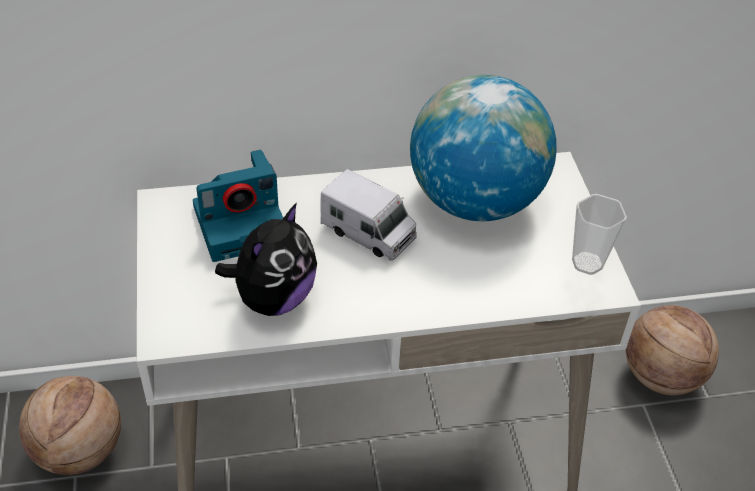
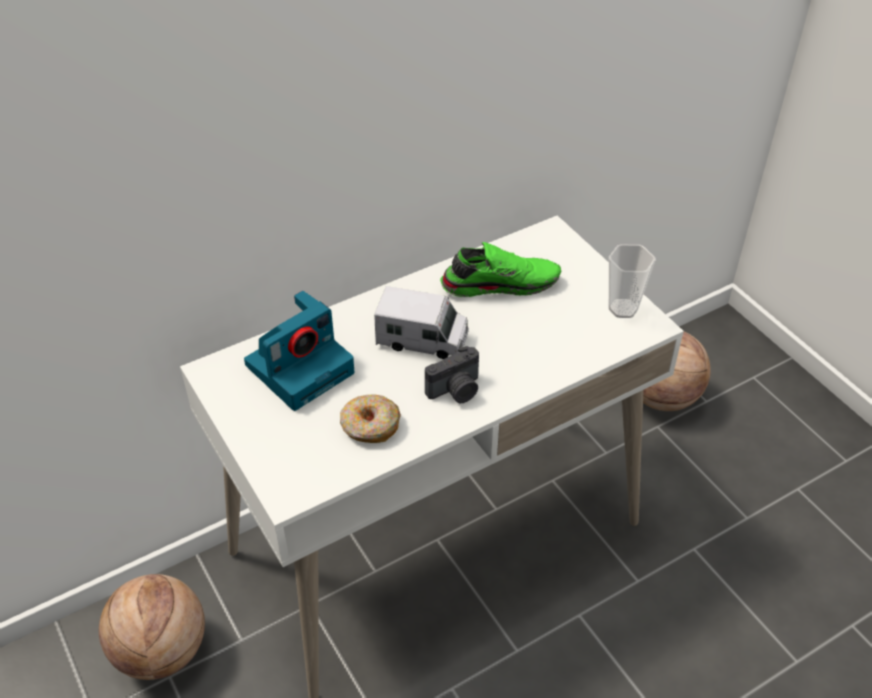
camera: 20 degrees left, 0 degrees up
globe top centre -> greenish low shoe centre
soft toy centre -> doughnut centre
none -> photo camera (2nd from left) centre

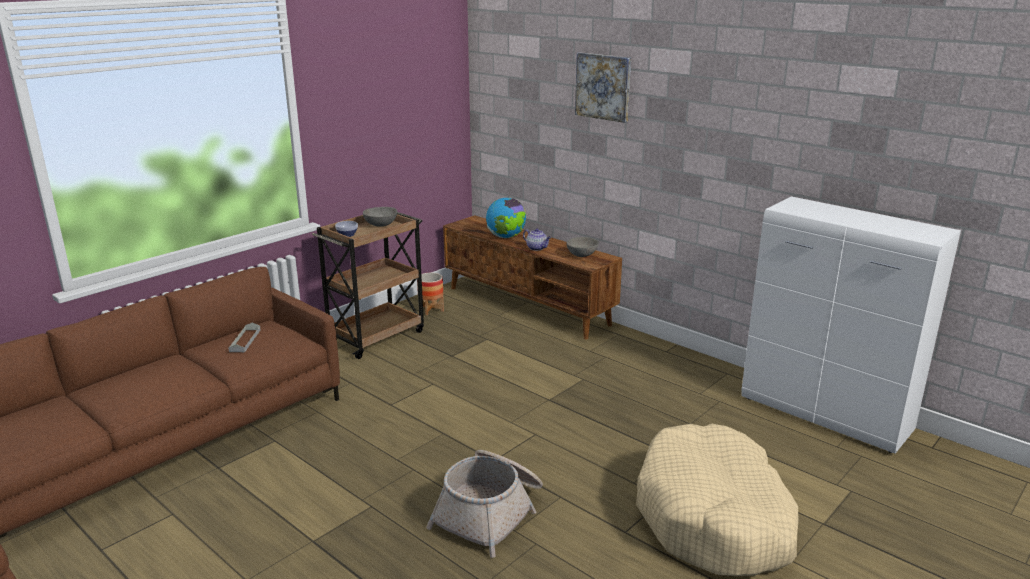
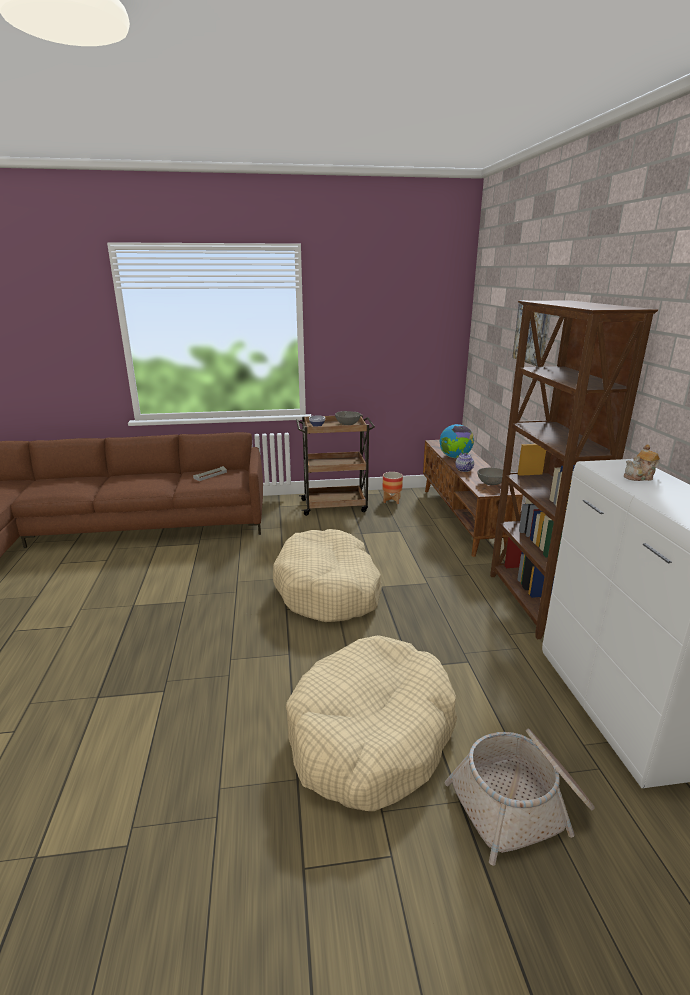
camera: 40 degrees right, 0 degrees up
basket bottom centre -> basket bottom right, moved
none -> brownish shelving unit middle right
none -> tea pot (2nd from left) middle right
none -> beige-coloured dog bed (1st from left) centre

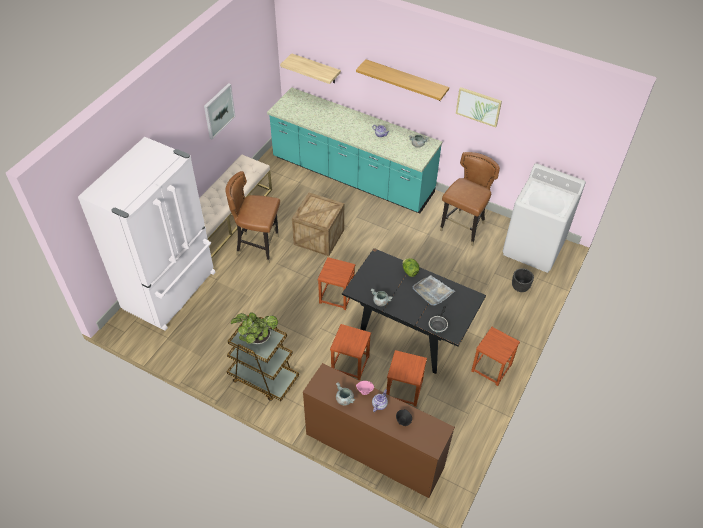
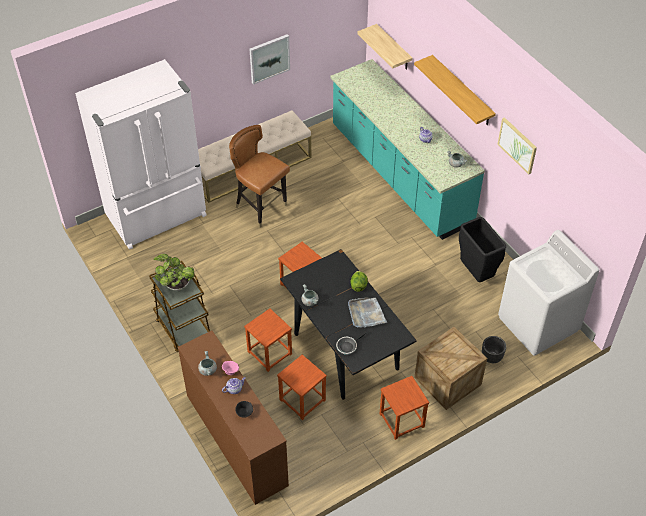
camera: 30 degrees right, 0 degrees up
brownish chair (2nd from left) middle right -> blackish trash can middle right
crate centre -> crate bottom right, moved

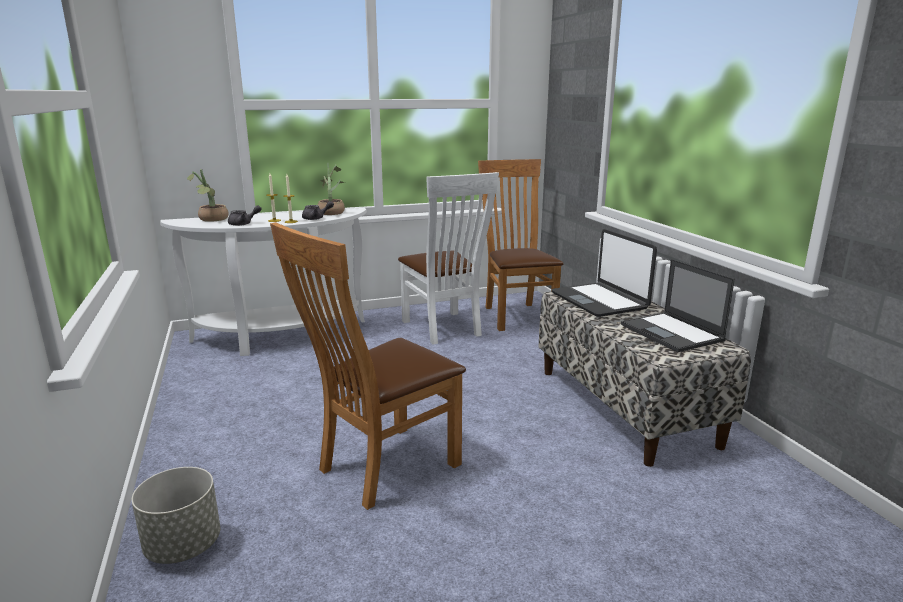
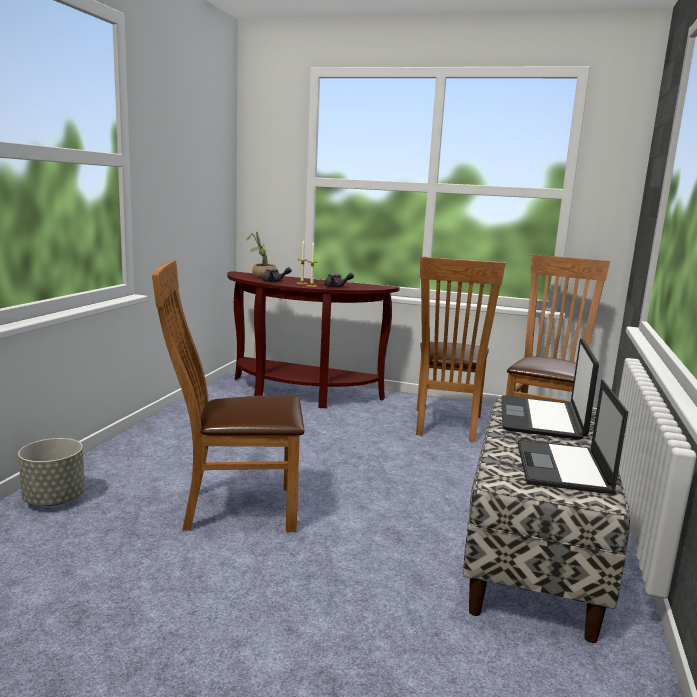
camera: 35 degrees right, 5 degrees down
houseplant (2nd from left) top centre -> none
white-coloured chair centre -> brownish chair (2nd from left) centre
white-coloured hall table middle left -> brownish hall table centre

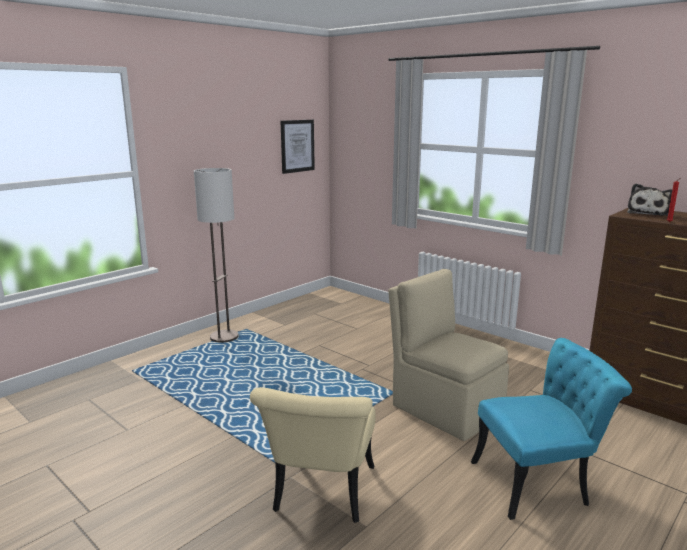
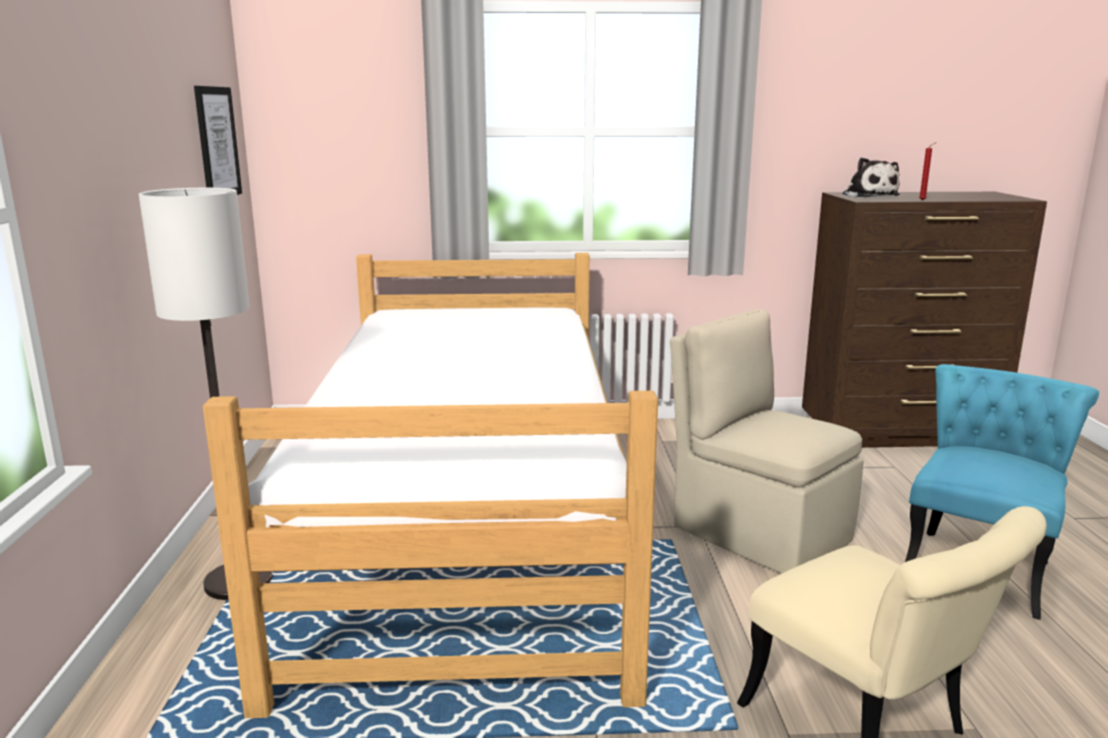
camera: 45 degrees left, 0 degrees up
beige-coloured chair (2nd from left in the first image) centre -> beige-coloured chair (1st from left) middle right, 45 degrees clockwise
none -> bedroom bed centre

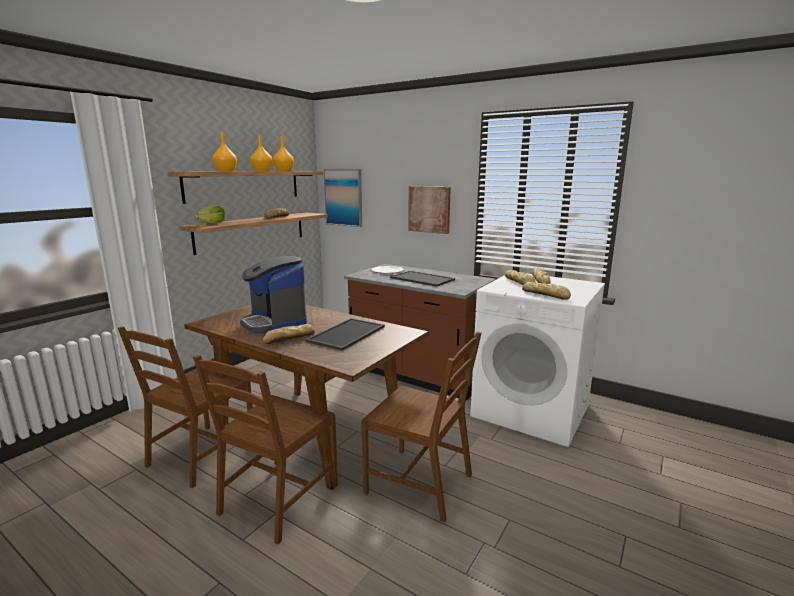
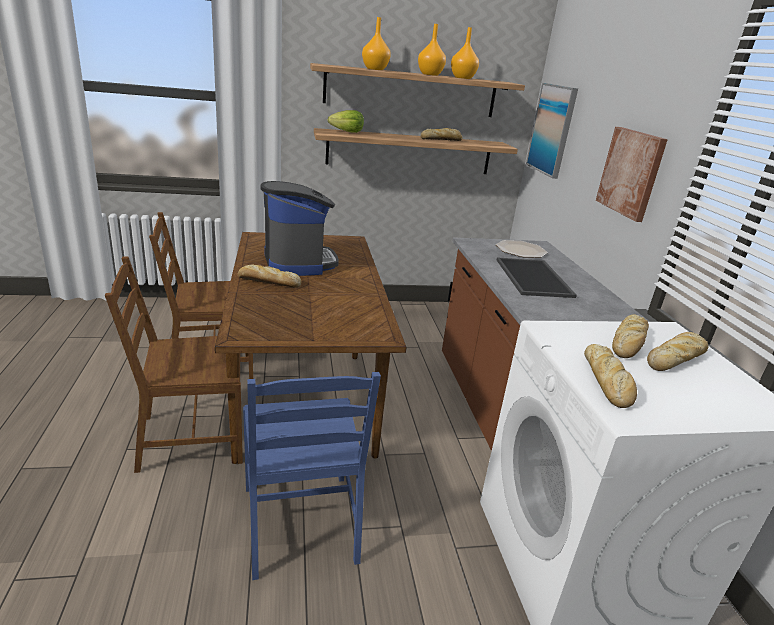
camera: 45 degrees right, 10 degrees up
coffee machine centre, 150 degrees clockwise
serving tray (1st from left) centre -> none
brownish chair (3rd from left) bottom centre -> blue chair bottom centre

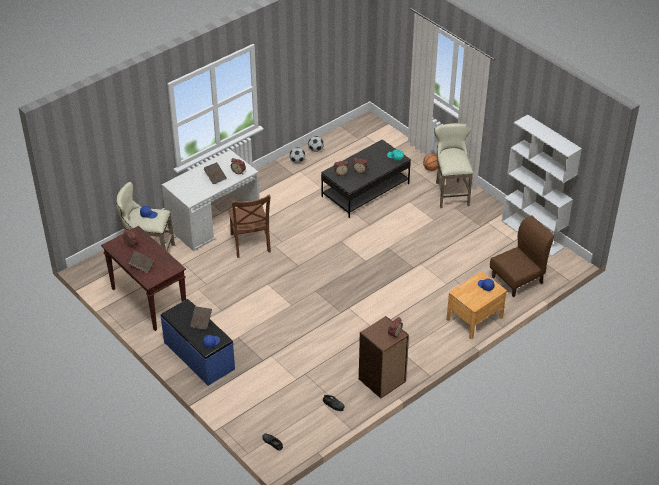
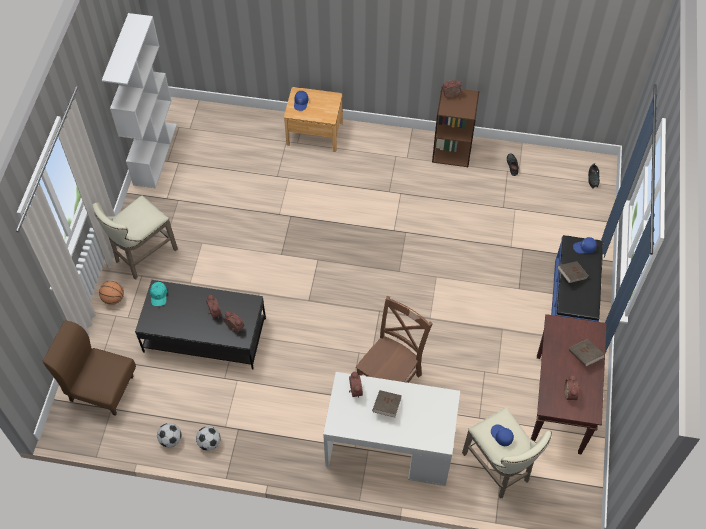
camera: 130 degrees left, 15 degrees up
brownish chair (2nd from left in the first image) middle right -> brownish chair (1st from left) bottom left, moved

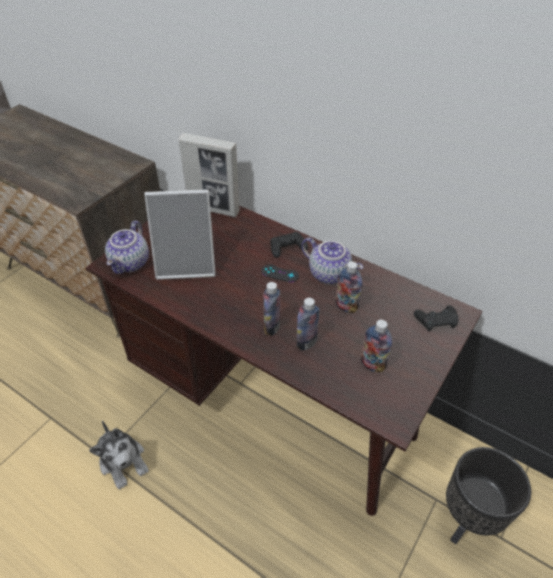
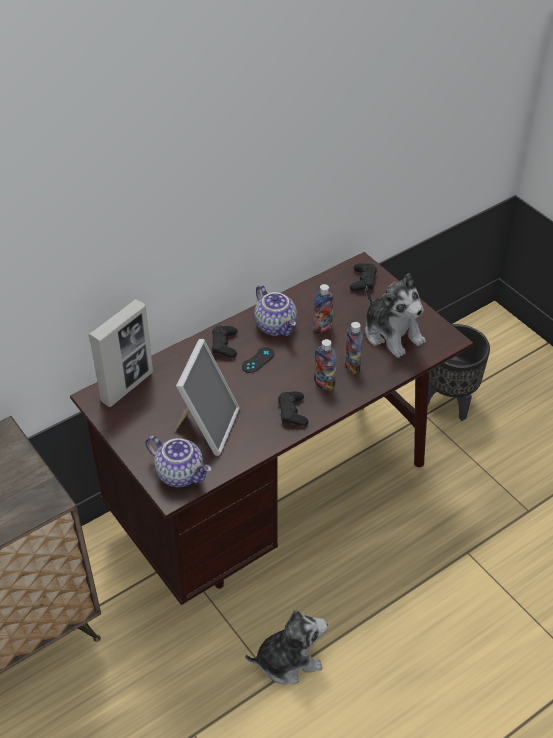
camera: 70 degrees left, 0 degrees up
tea pot (2nd from left) centre, 90 degrees clockwise
beverage bottle (4th from left) middle right -> soft toy (2nd from left) middle right
none -> blackish game controller (3rd from left) centre

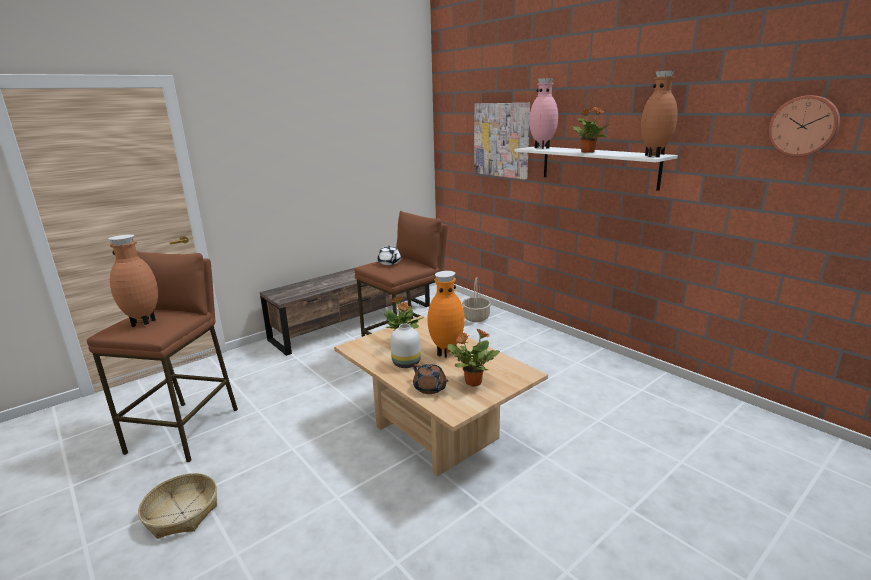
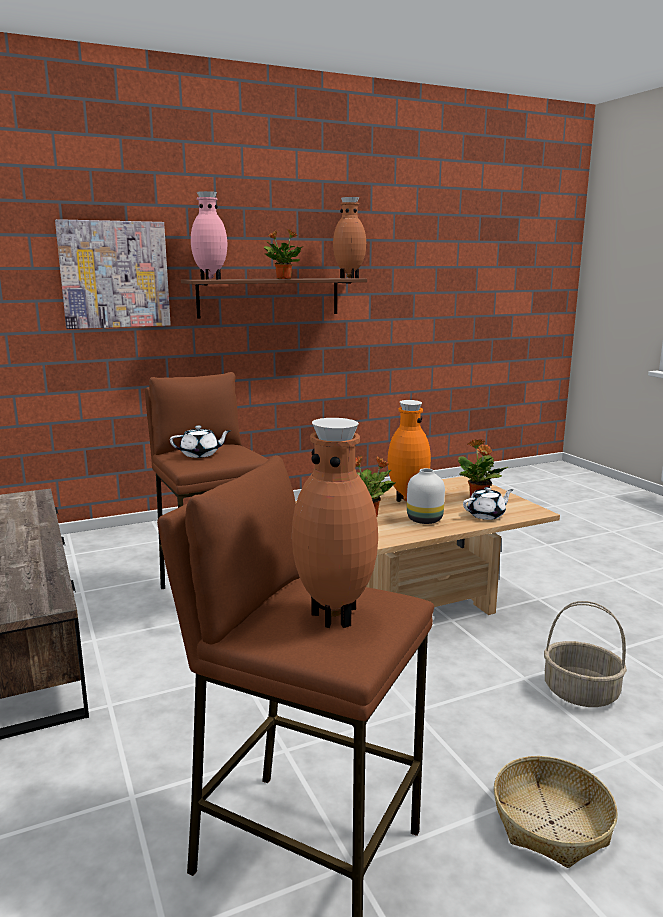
camera: 75 degrees left, 5 degrees down
clock on the wall top right -> none
white-coloured shelf top right -> brownish shelf top centre
basket (2nd from left) centre -> basket (2nd from left) bottom right, moved
brownish tea pot centre -> white-coloured tea pot (2nd from left) middle right

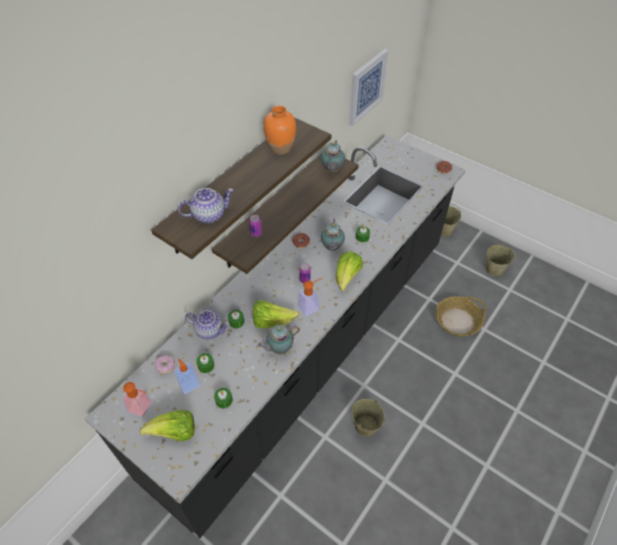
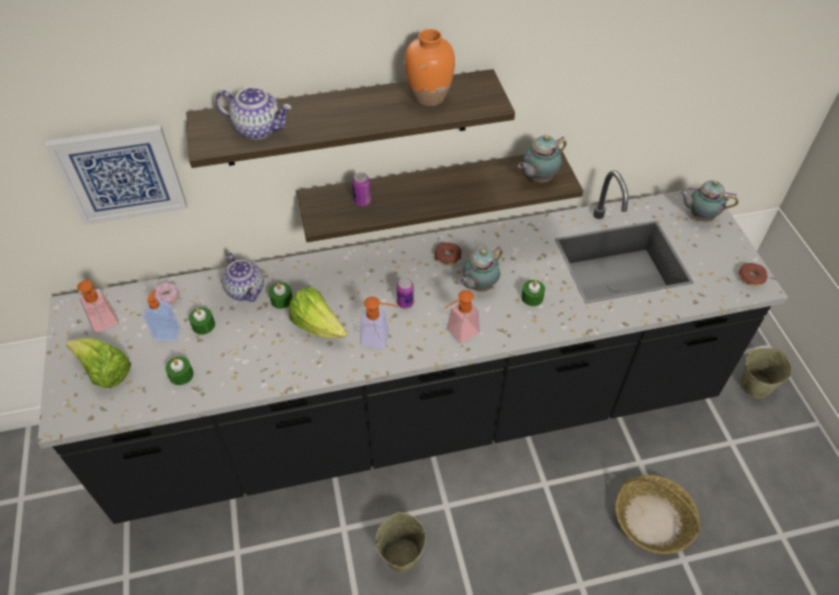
camera: 40 degrees right, 0 degrees up
wall art top centre -> wall art top left, moved
beige-coloured pail (3rd from left) middle right -> none
lettuce (3rd from left) centre -> liquid soap bottle (4th from left) centre
tea pot (3rd from left in the first image) centre -> tea pot (5th from left) middle right, moved

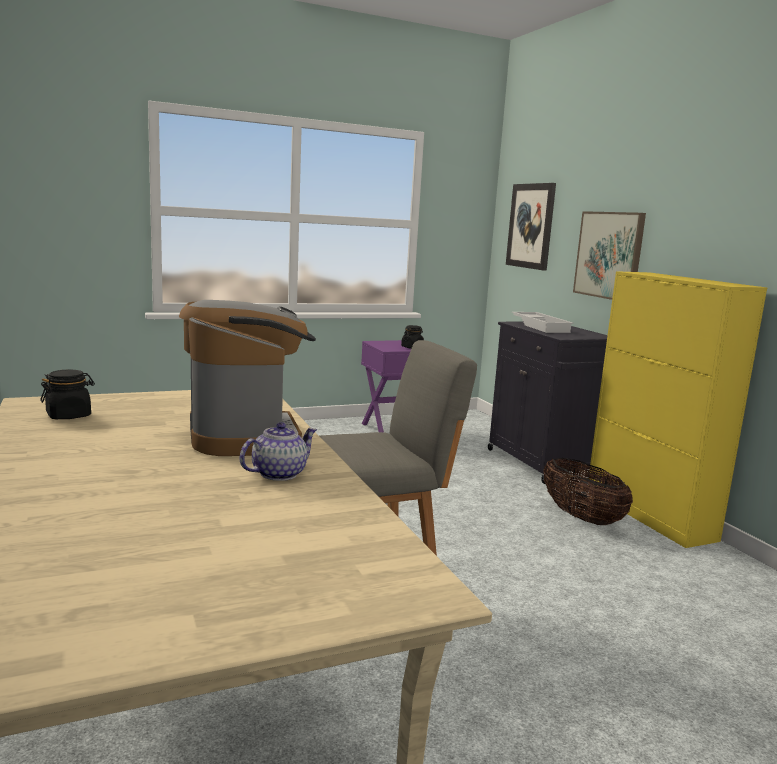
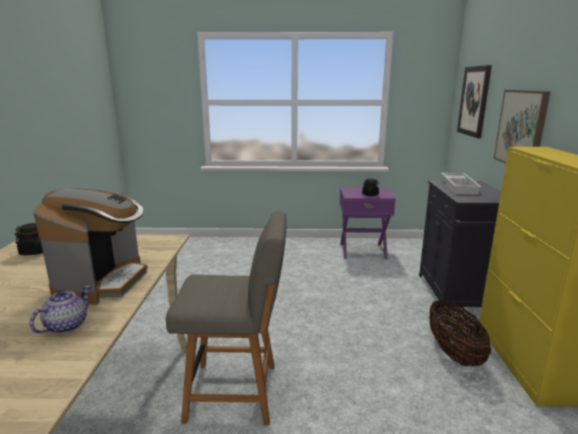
camera: 25 degrees right, 5 degrees up
tea pot centre -> tea pot bottom left, 45 degrees counterclockwise

